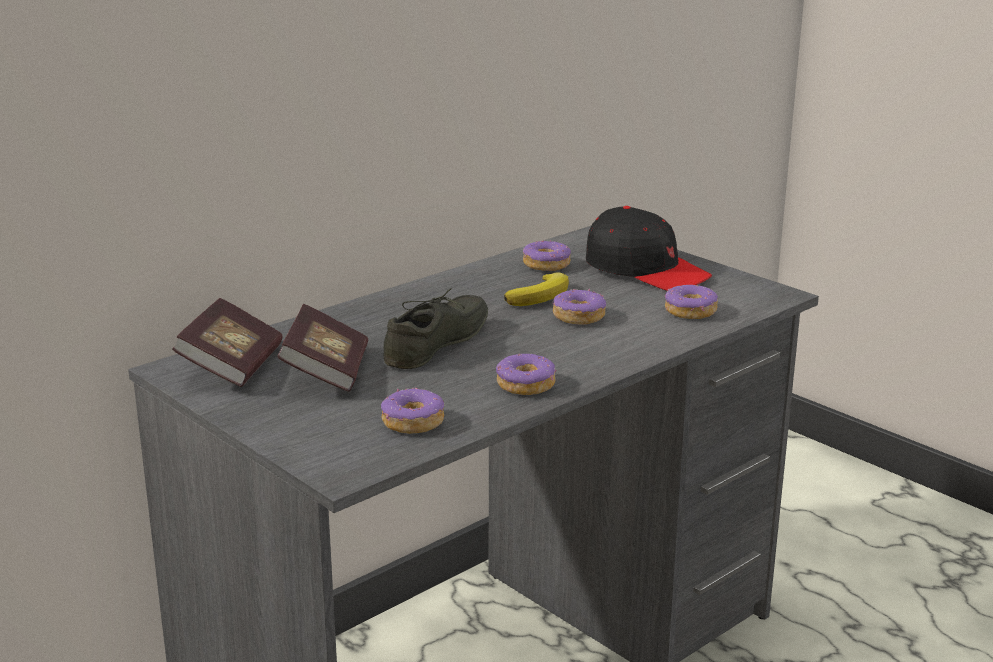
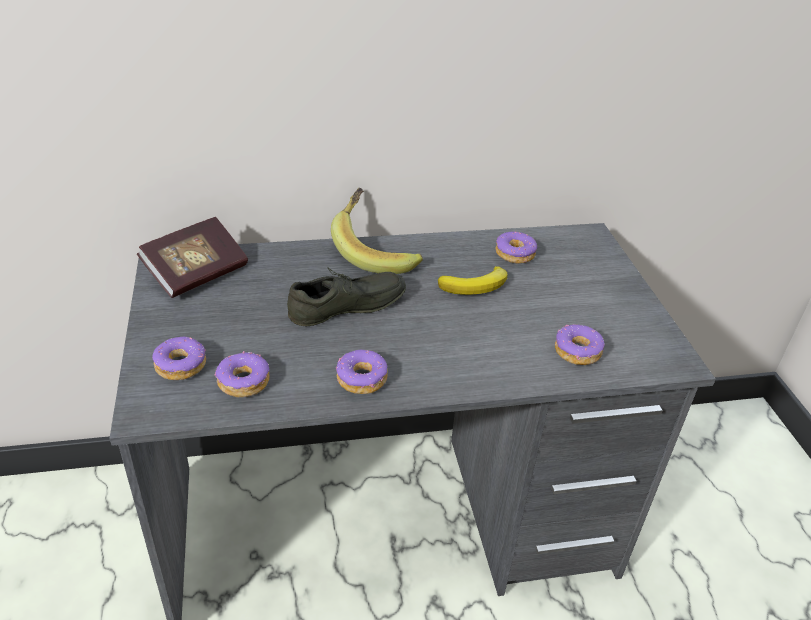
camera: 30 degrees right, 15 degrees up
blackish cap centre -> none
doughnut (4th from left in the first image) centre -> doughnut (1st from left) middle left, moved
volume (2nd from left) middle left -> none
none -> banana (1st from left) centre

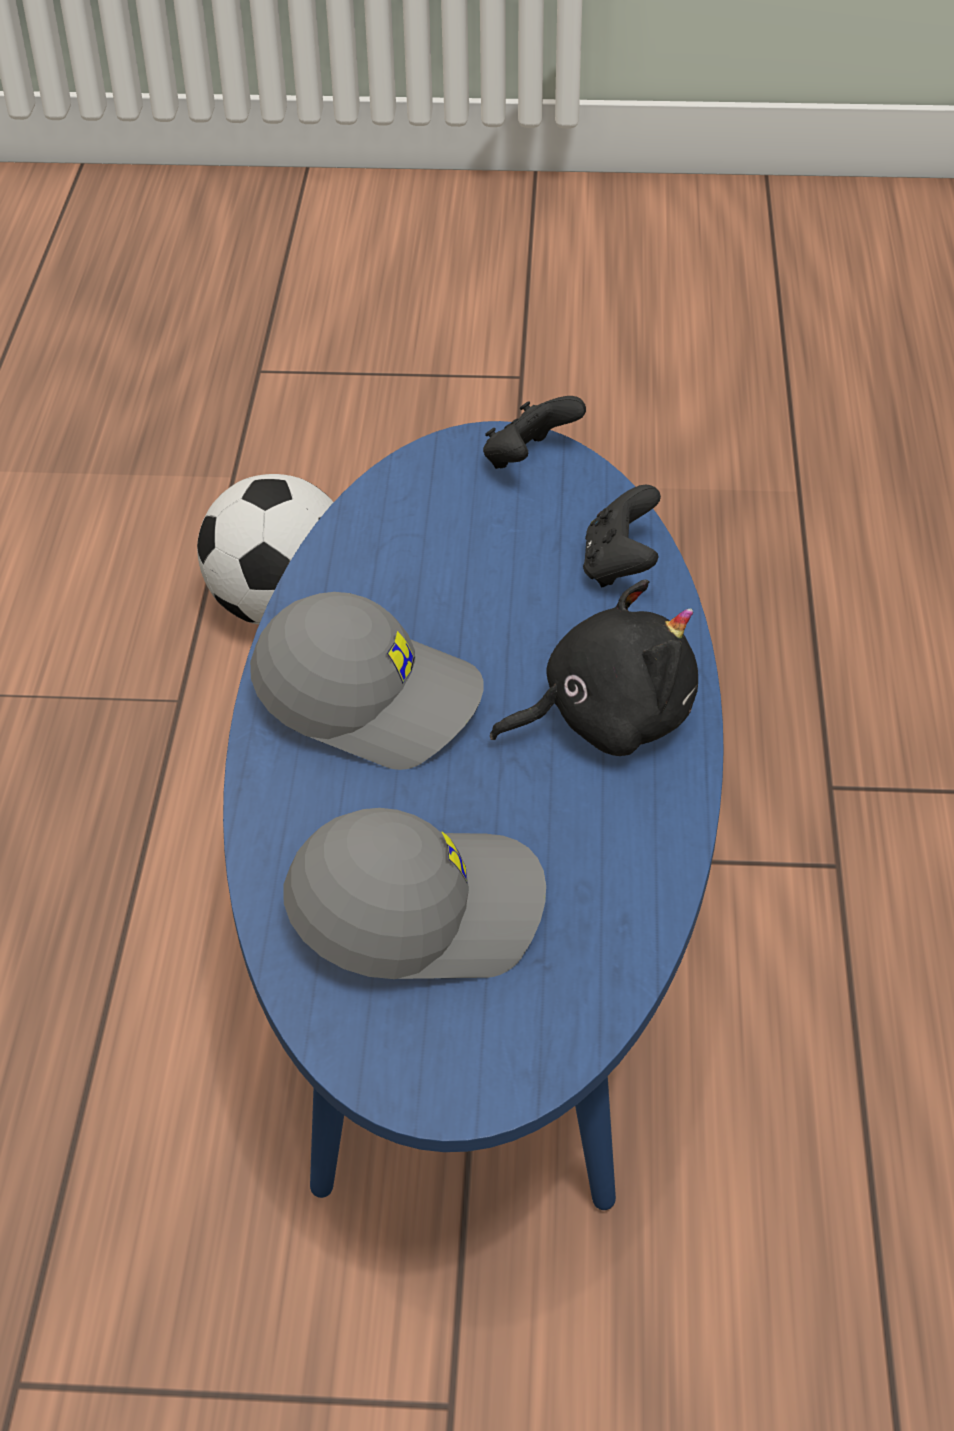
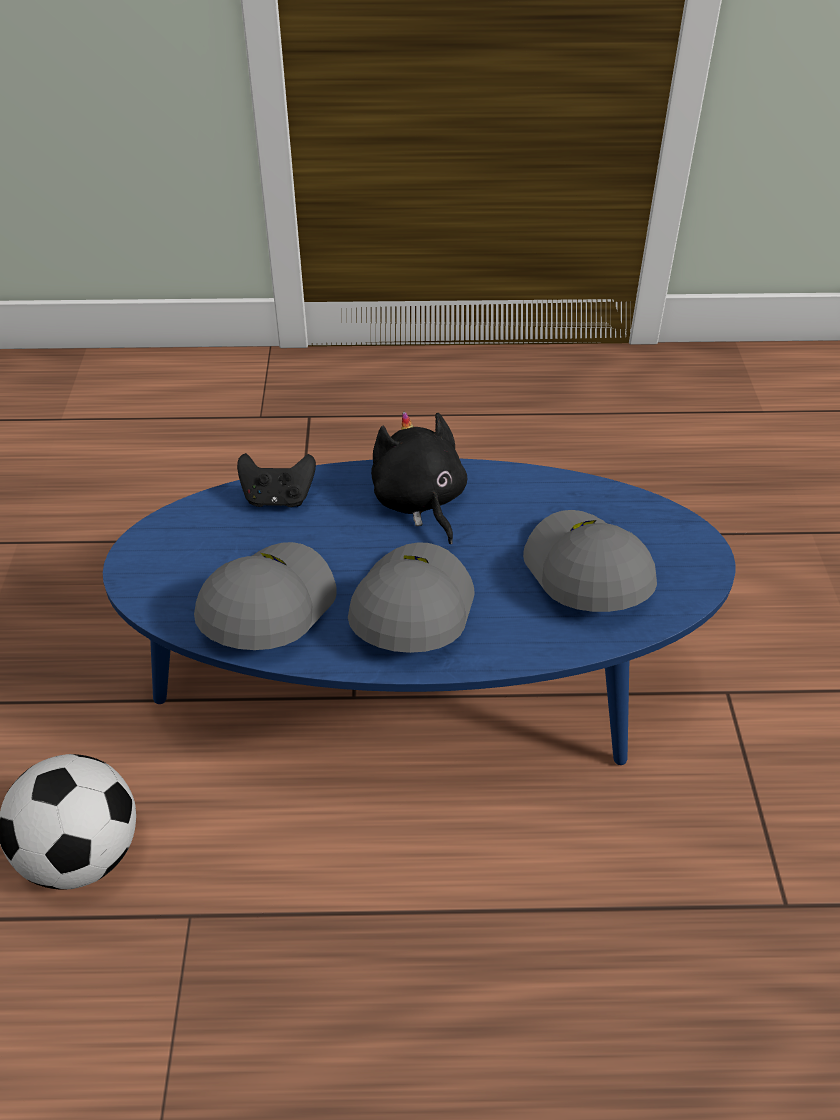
camera: 95 degrees left, 0 degrees up
blackish game controller (1st from left) top centre -> none
none -> greyish cap (1st from left) middle left

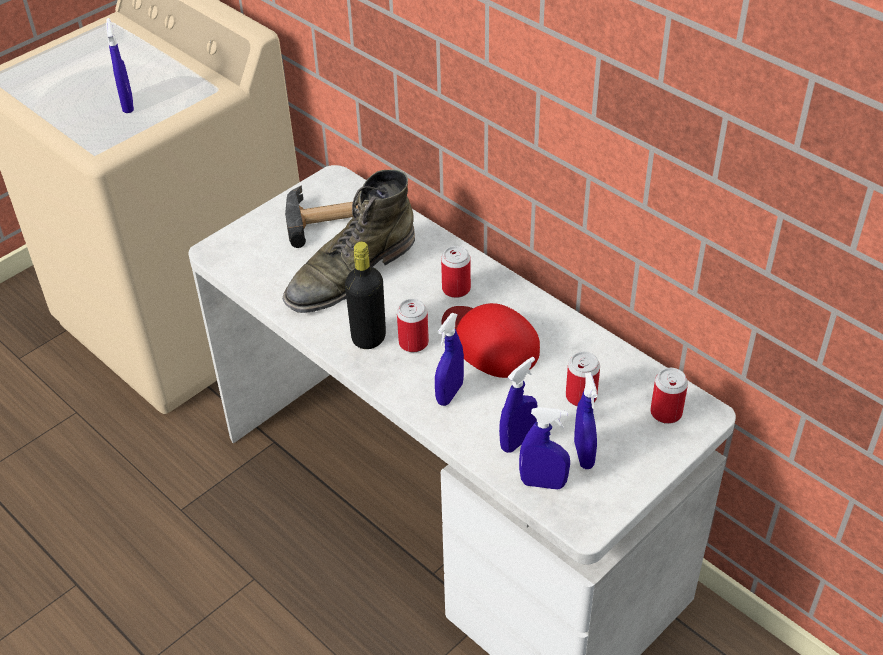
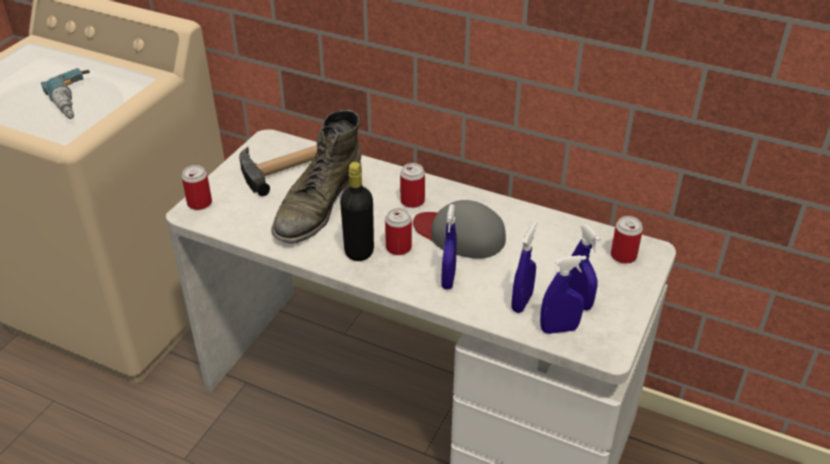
camera: 20 degrees left, 5 degrees down
blue spray bottle (1st from left) top left -> power drill top left
red-coloured cap centre -> greyish cap centre
can (3rd from left in the first image) centre -> can (1st from left) middle left, moved

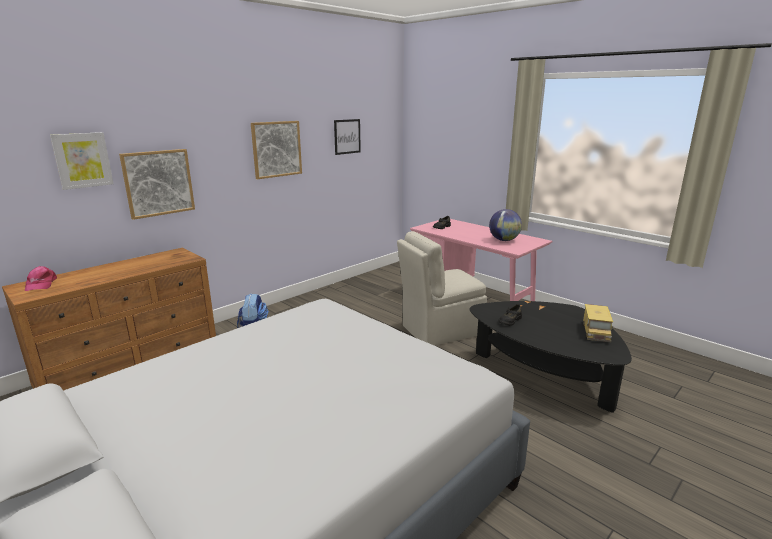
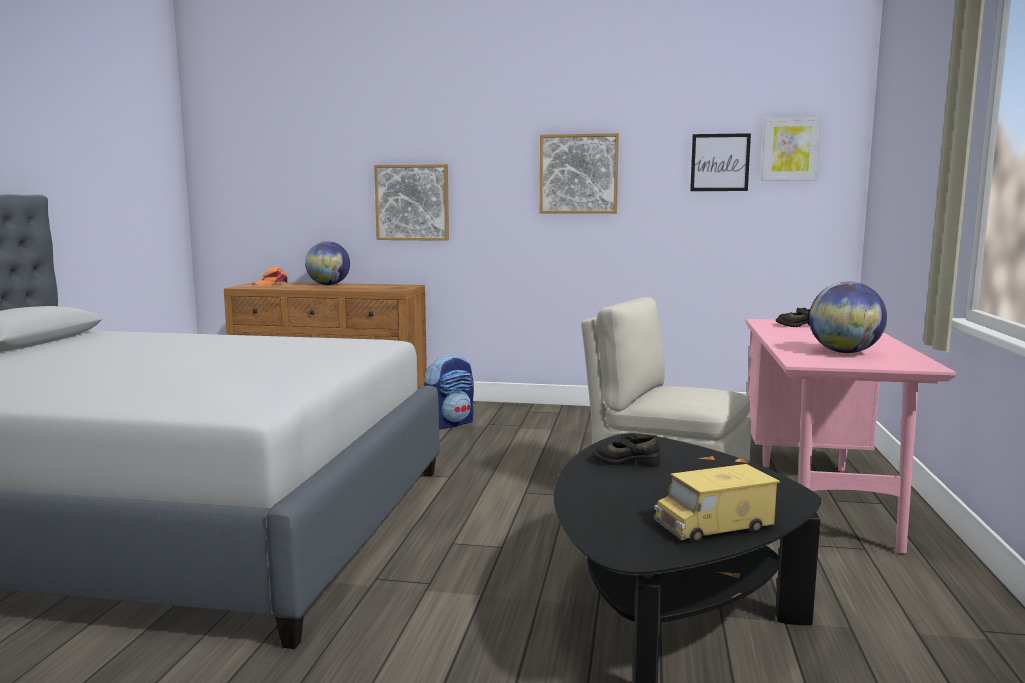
camera: 55 degrees right, 10 degrees down
wall art (1st from left in the first image) top left -> wall art (4th from left) top right, moved
pink cap middle left -> orange-coloured cap middle left
none -> globe (1st from left) middle left

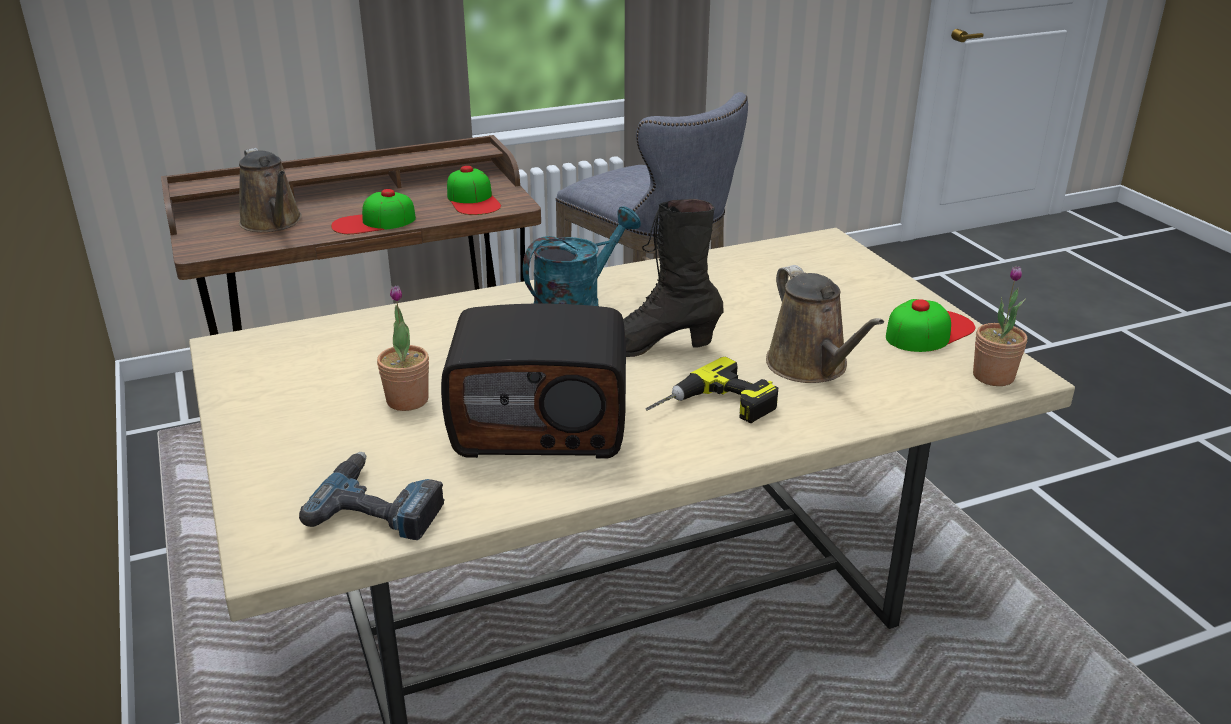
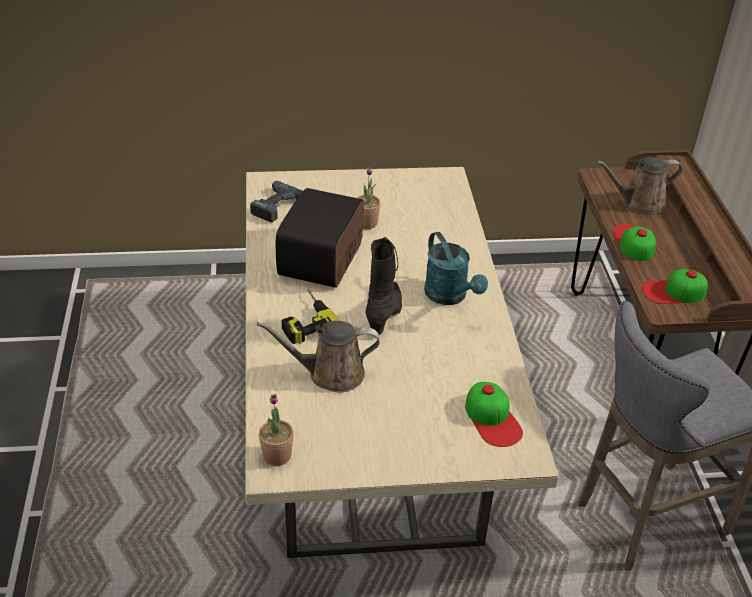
camera: 105 degrees right, 10 degrees up
cap (3rd from left in the first image) middle right -> cap (1st from left) bottom centre, moved

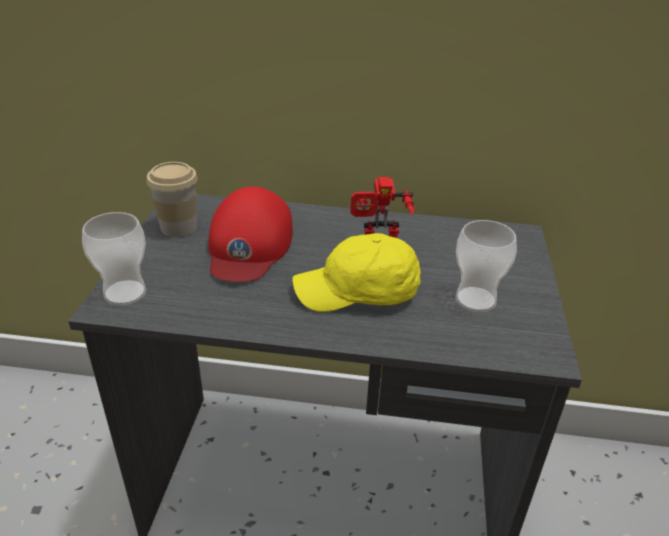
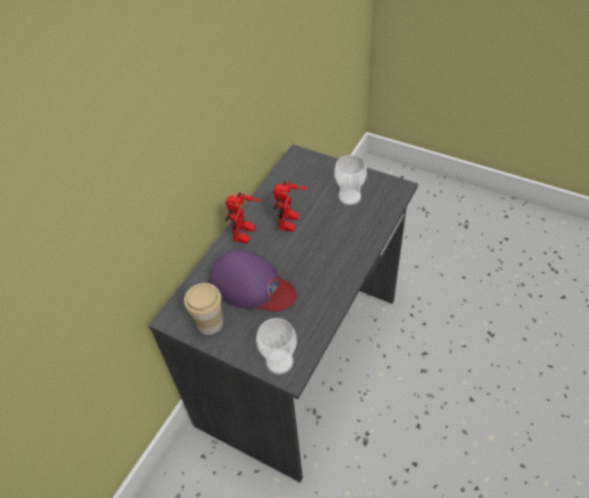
camera: 65 degrees left, 15 degrees up
red-coloured cap centre -> purple cap centre
yellowish cap centre -> none
none -> robot figure (1st from left) centre

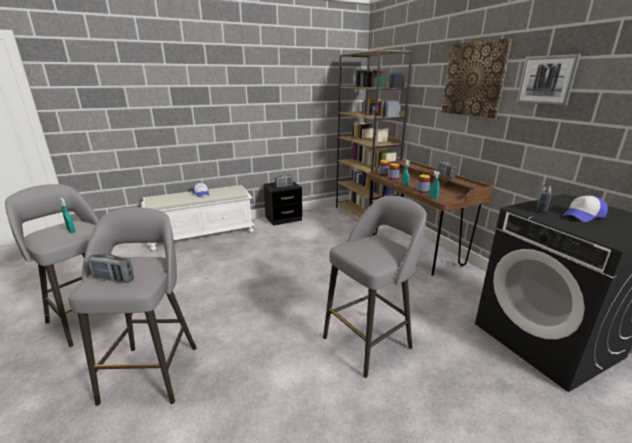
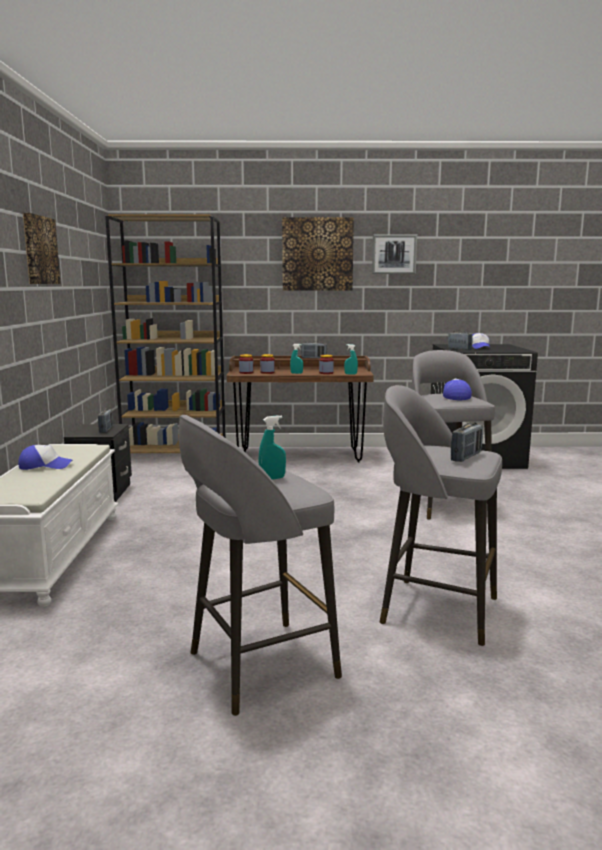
camera: 65 degrees left, 10 degrees down
none -> wall art (1st from left) top left
none -> cap (2nd from left) middle right

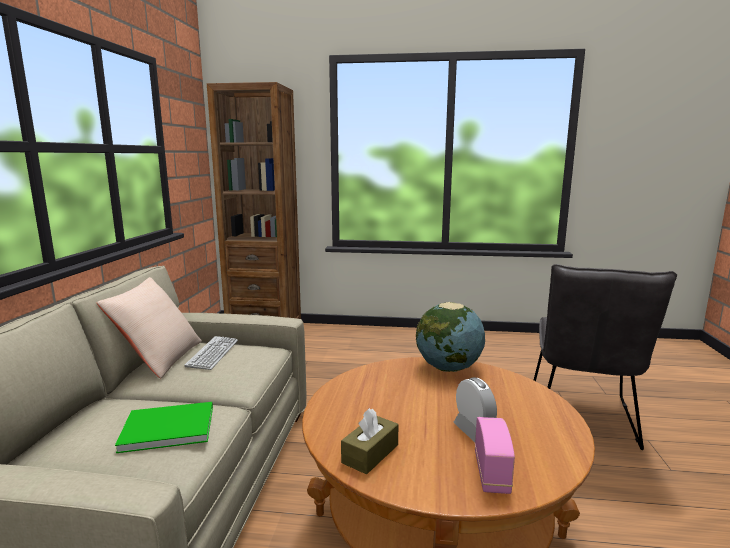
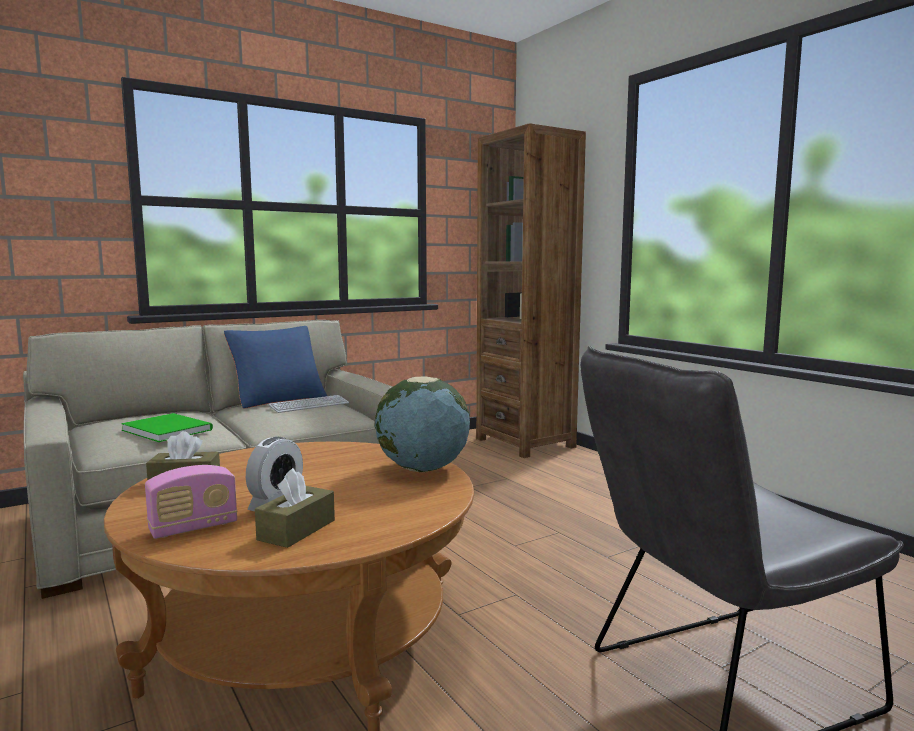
camera: 50 degrees right, 5 degrees down
beige-coloured pillow middle left -> blue pillow middle left
none -> brownish box of tissues (2nd from left) bottom left

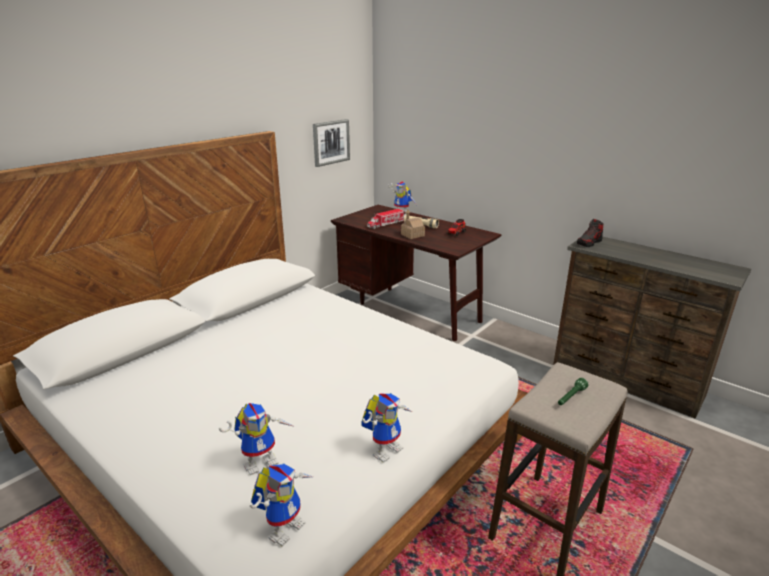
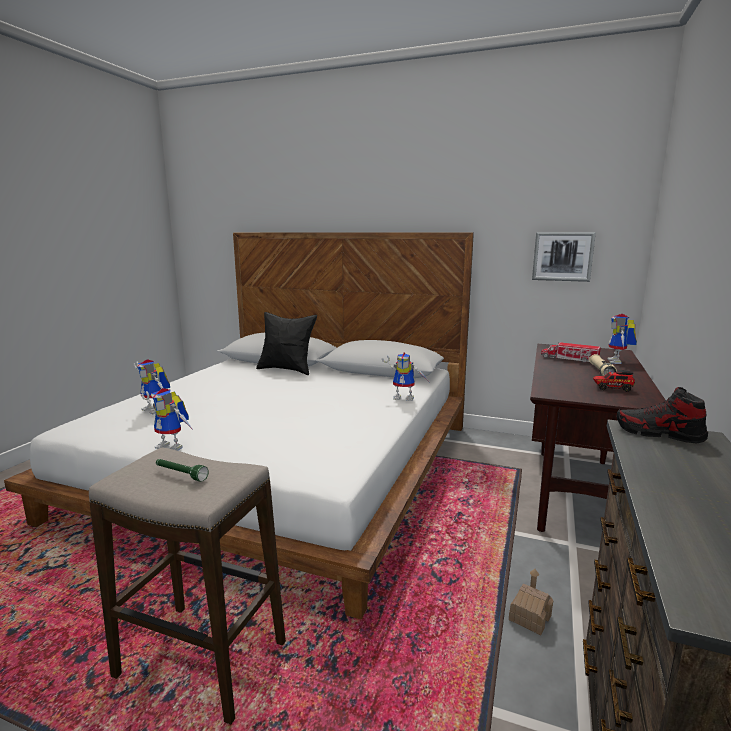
camera: 70 degrees right, 10 degrees down
toy house centre -> toy house bottom right, moved
robot figure (2nd from left in the first image) bottom centre -> robot figure (3rd from left) centre, moved
none -> blackish pillow centre

